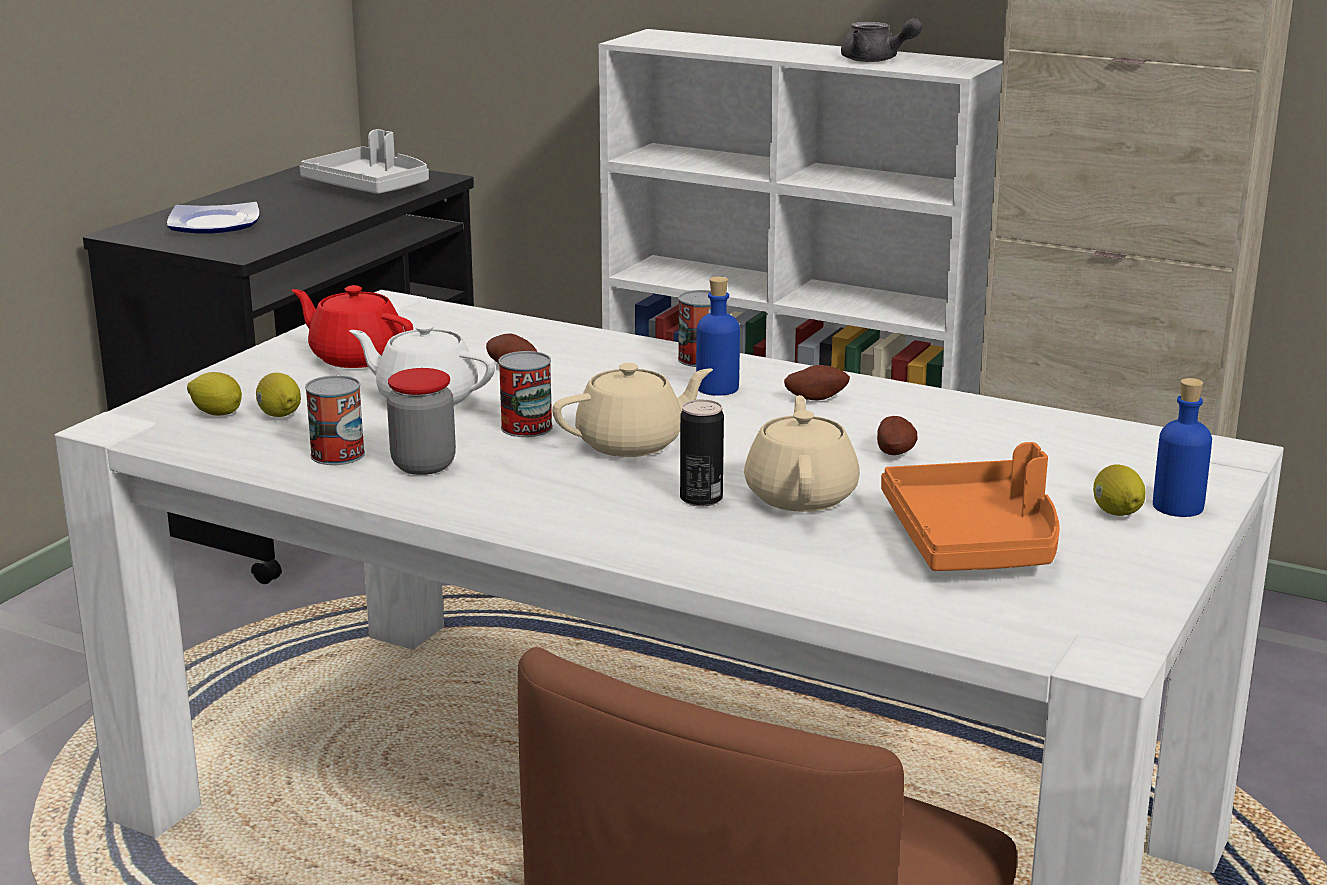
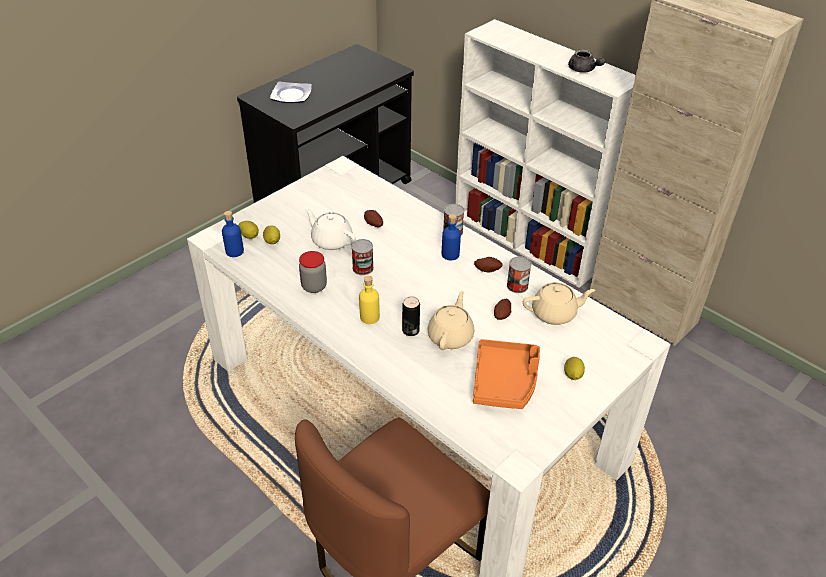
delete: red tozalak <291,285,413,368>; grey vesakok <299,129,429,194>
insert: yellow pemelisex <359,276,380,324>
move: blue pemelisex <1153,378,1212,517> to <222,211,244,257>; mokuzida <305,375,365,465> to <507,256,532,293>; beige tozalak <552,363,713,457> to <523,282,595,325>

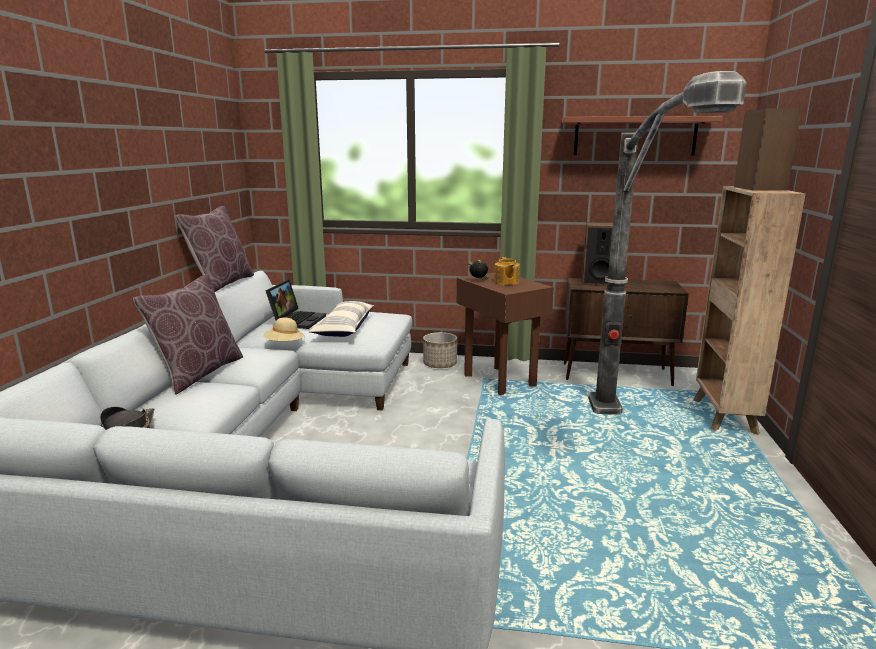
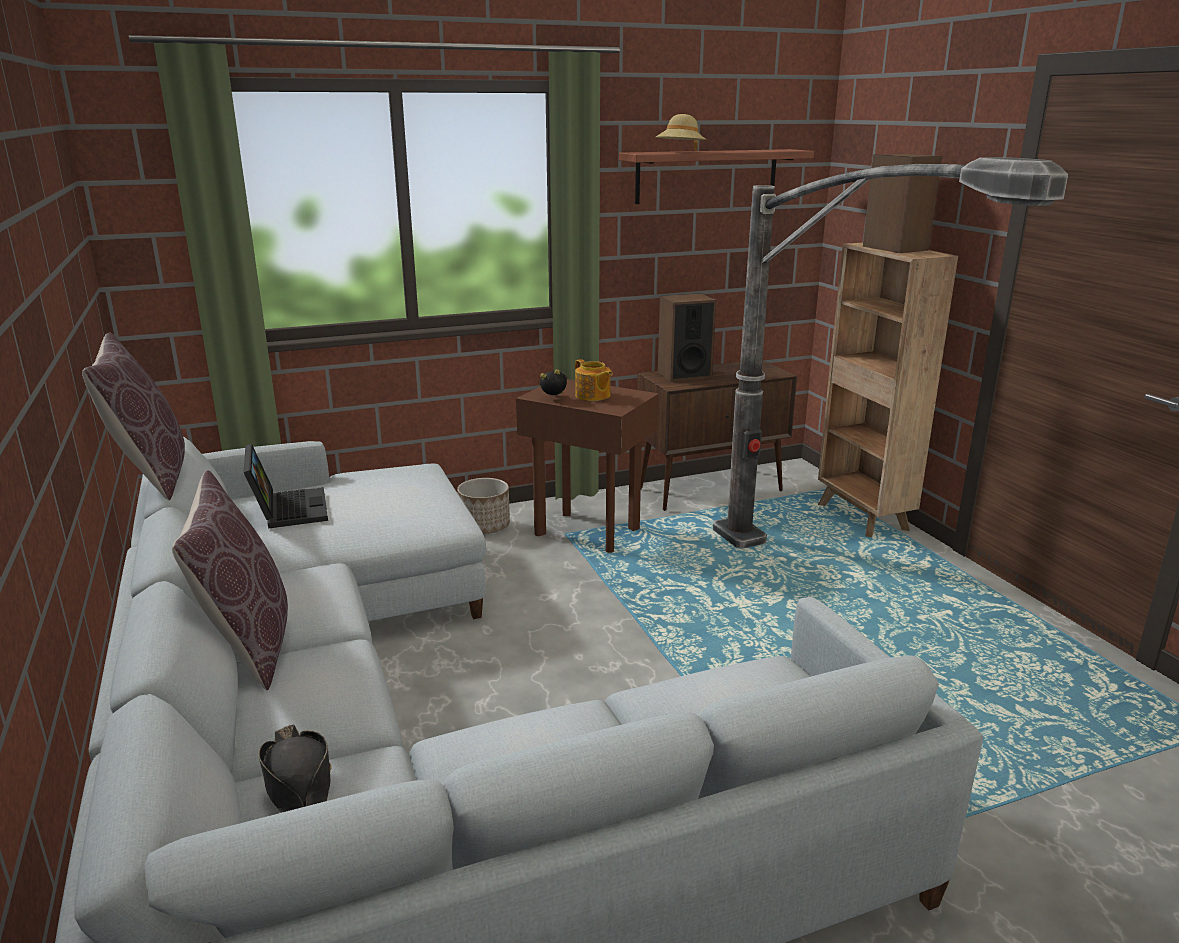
delete: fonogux <309,301,374,337>
move: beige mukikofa <263,317,305,342> to <656,114,707,151>

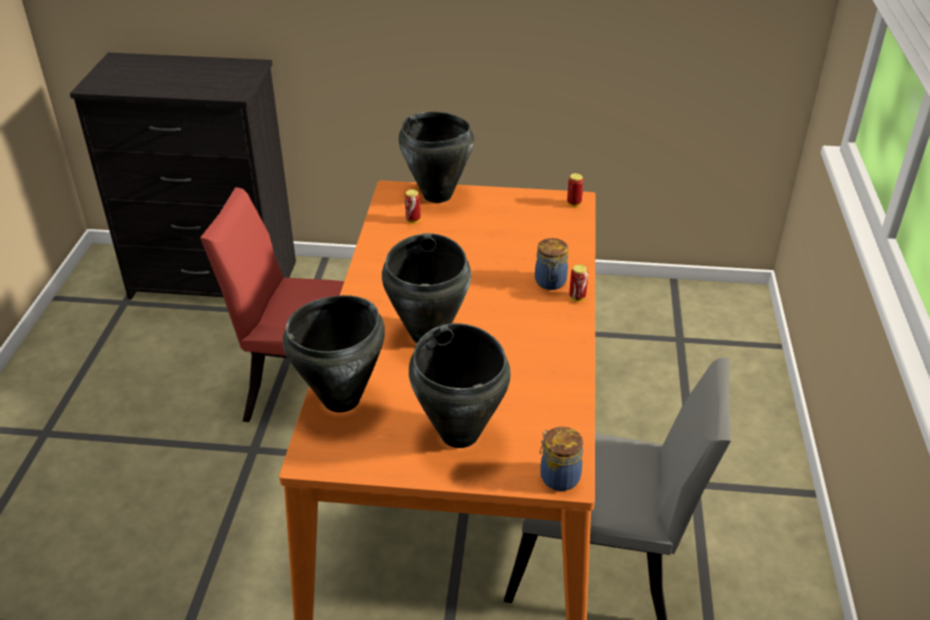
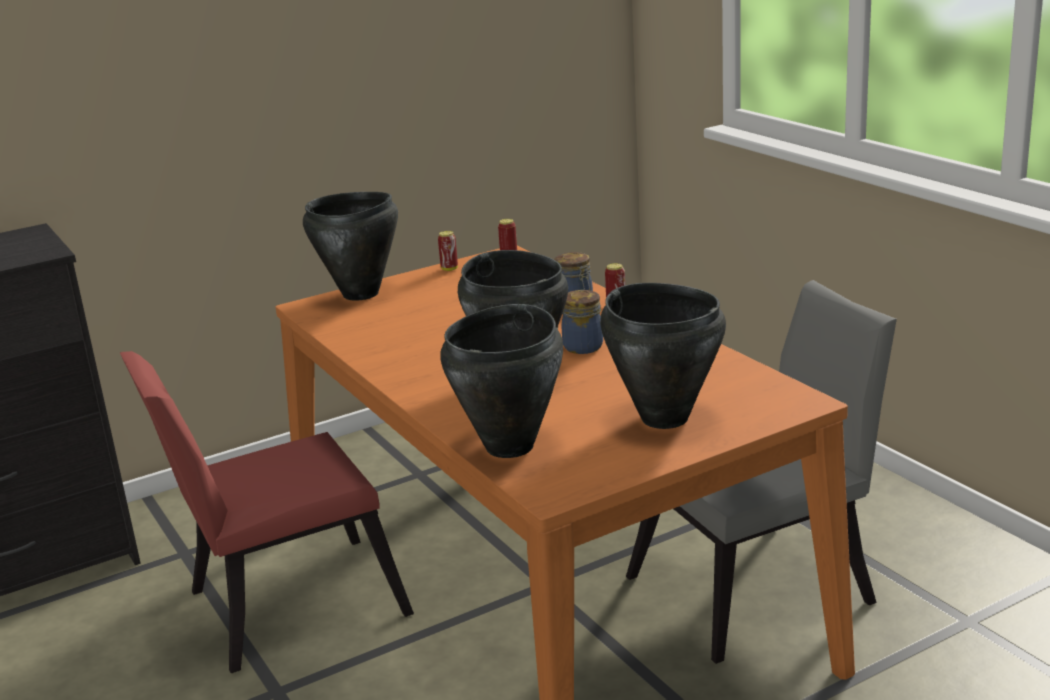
move: mokuzida <405,189,421,223> to <438,231,458,271>; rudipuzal <540,427,583,491> to <557,290,603,354>

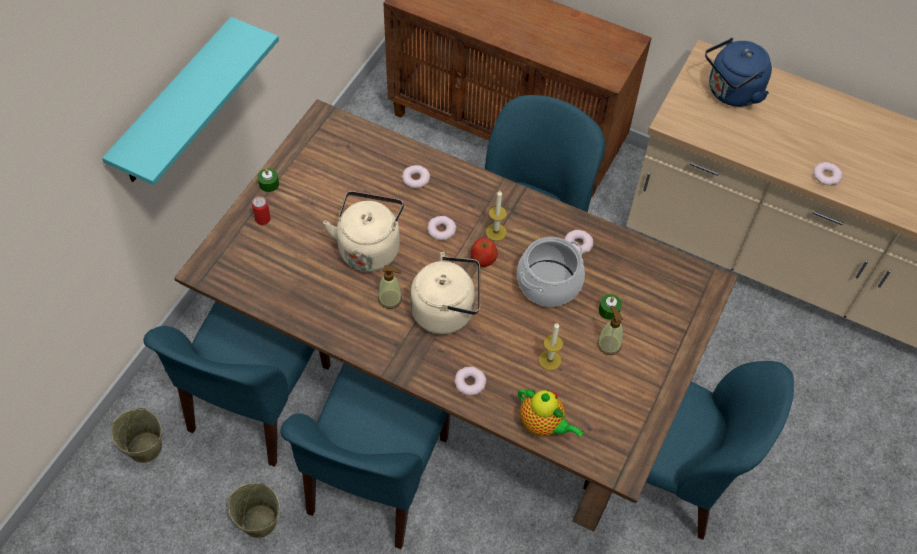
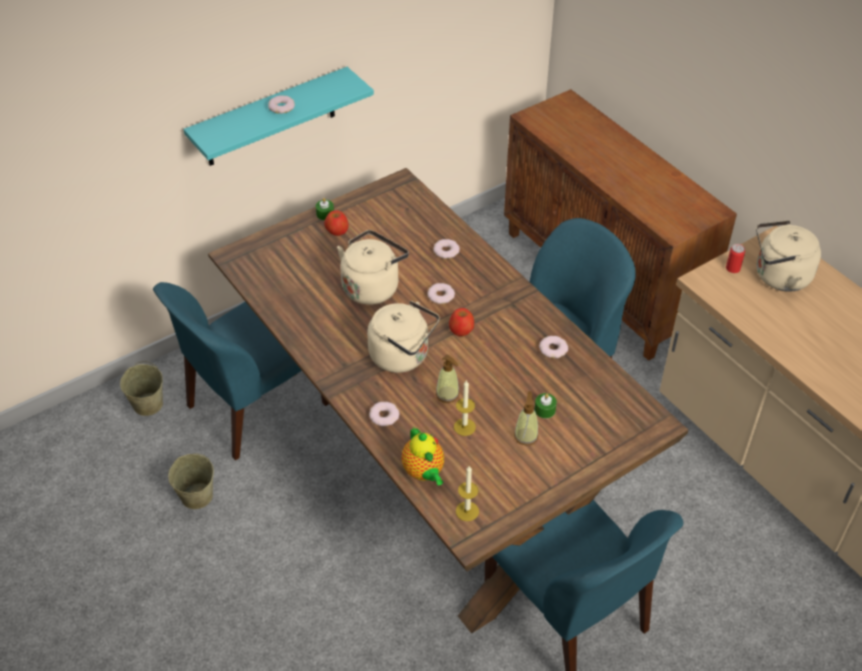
delete: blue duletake <280,363,450,549>; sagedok <517,237,585,307>
insert: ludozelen <324,211,349,236>
move: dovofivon <814,162,842,186> to <268,95,295,114>; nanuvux <378,265,402,309> to <436,355,459,403>; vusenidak <486,191,507,241> to <456,465,479,521>; mokuzida <252,196,271,225> to <726,244,745,273>
recolor: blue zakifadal <705,38,772,107> to beige zakifadal <756,220,821,292>

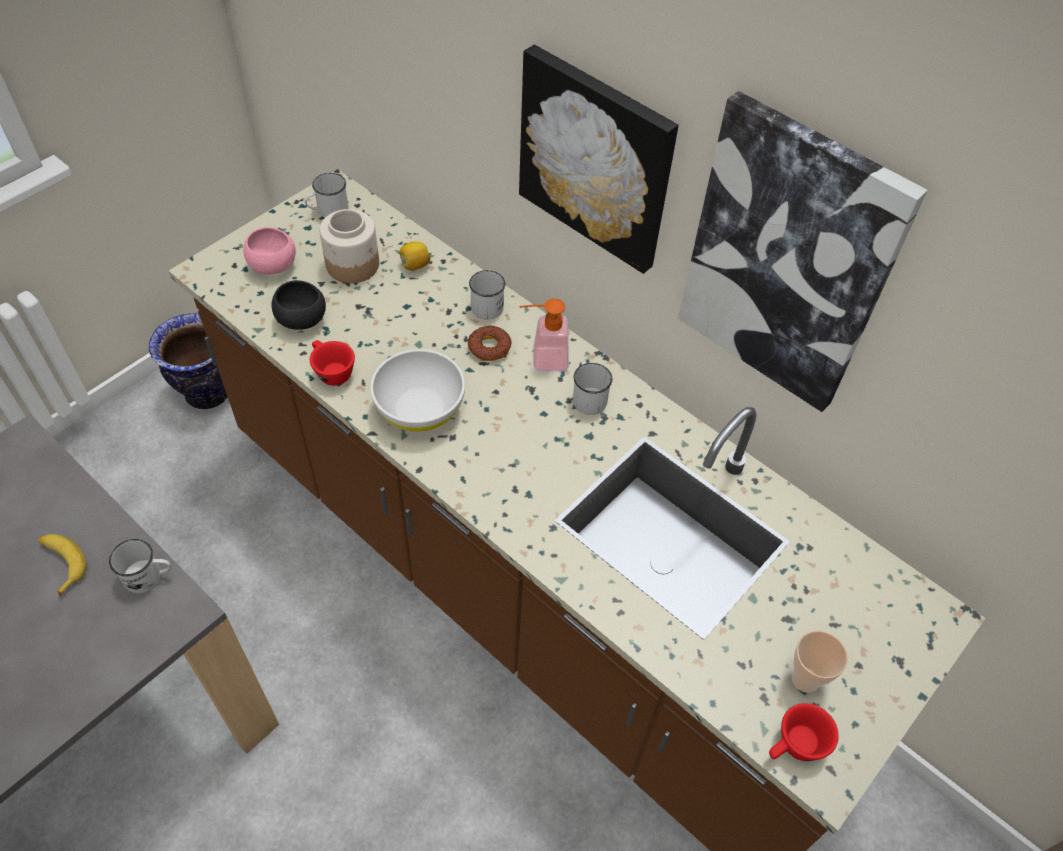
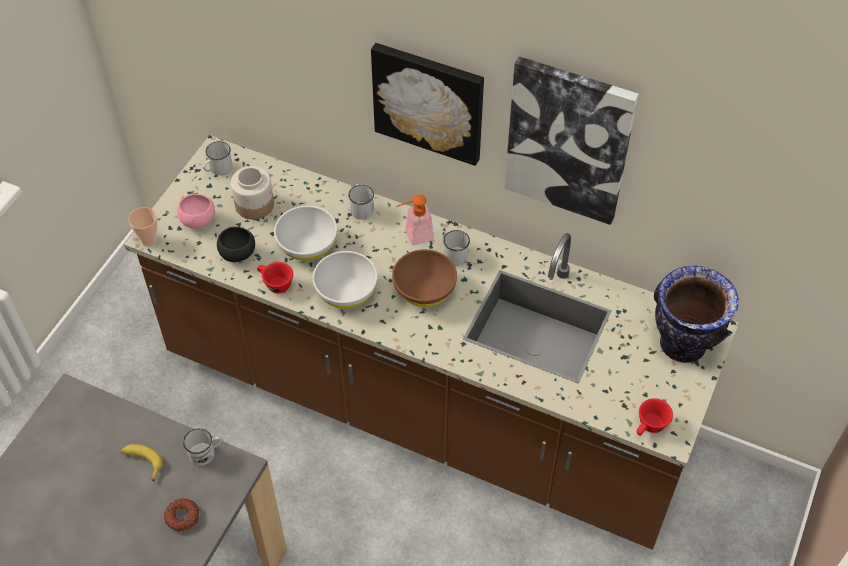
delete: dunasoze <399,241,431,270>
insert: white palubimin <274,206,337,261>; brown palubimin <392,249,457,307>
move: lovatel <792,631,848,693> to <128,207,157,246>; dovofivon <467,326,511,361> to <164,498,199,531>; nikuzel <149,313,227,409> to <654,265,739,363>

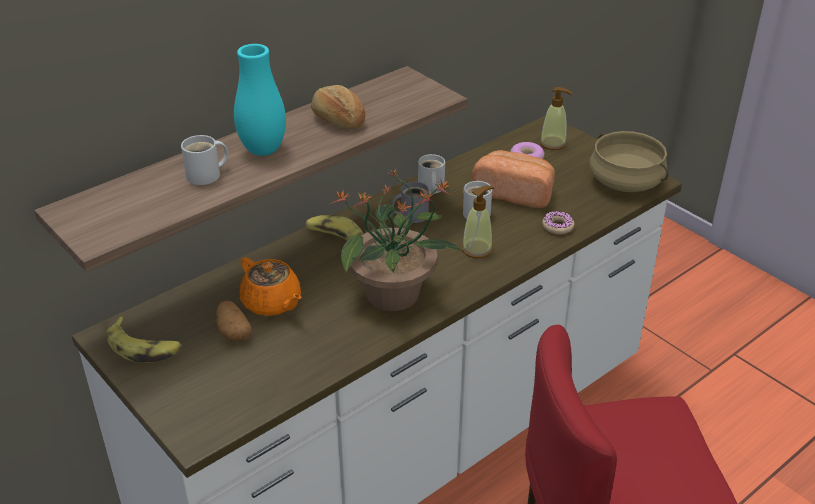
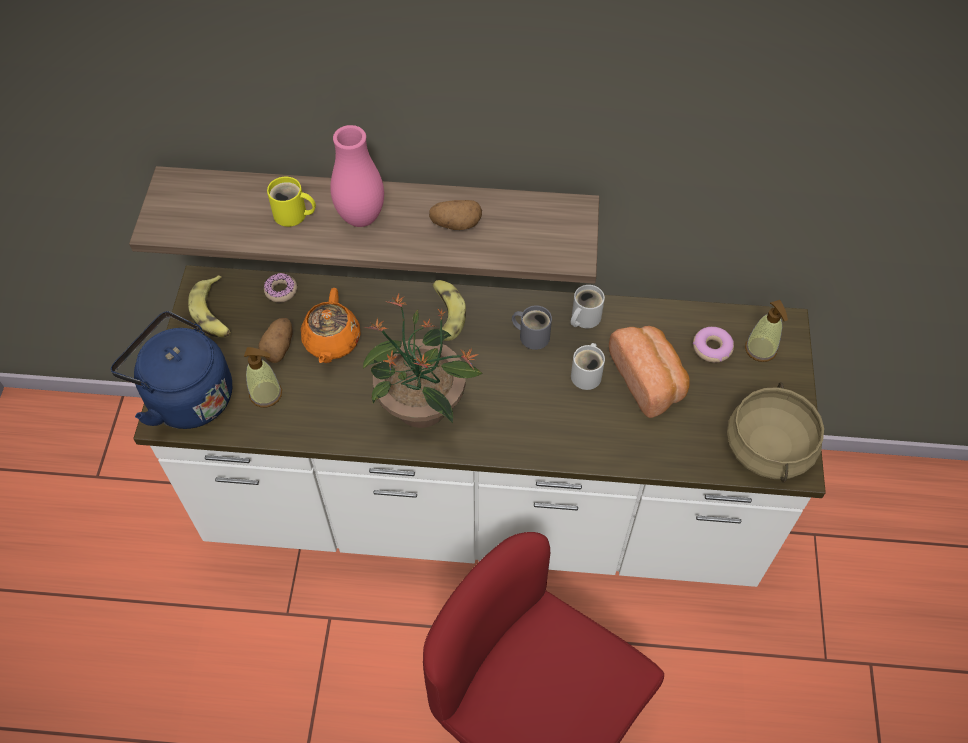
insert: blue zakifadal <111,311,232,429>
move: nanuvux <462,186,494,258> to <244,347,282,407>; dovofivon <542,211,574,234> to <264,273,297,302>
replace: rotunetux <311,85,365,129> to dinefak <429,200,482,230>
recolor: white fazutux <181,135,228,185> to yellow fazutux <267,177,316,227>; turquoise nikuzel <234,44,286,156> to pink nikuzel <330,125,384,227>

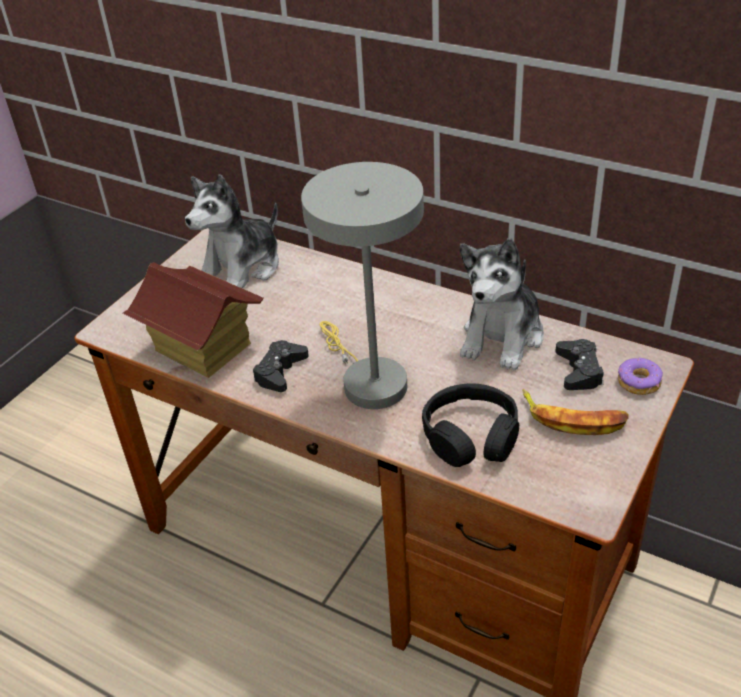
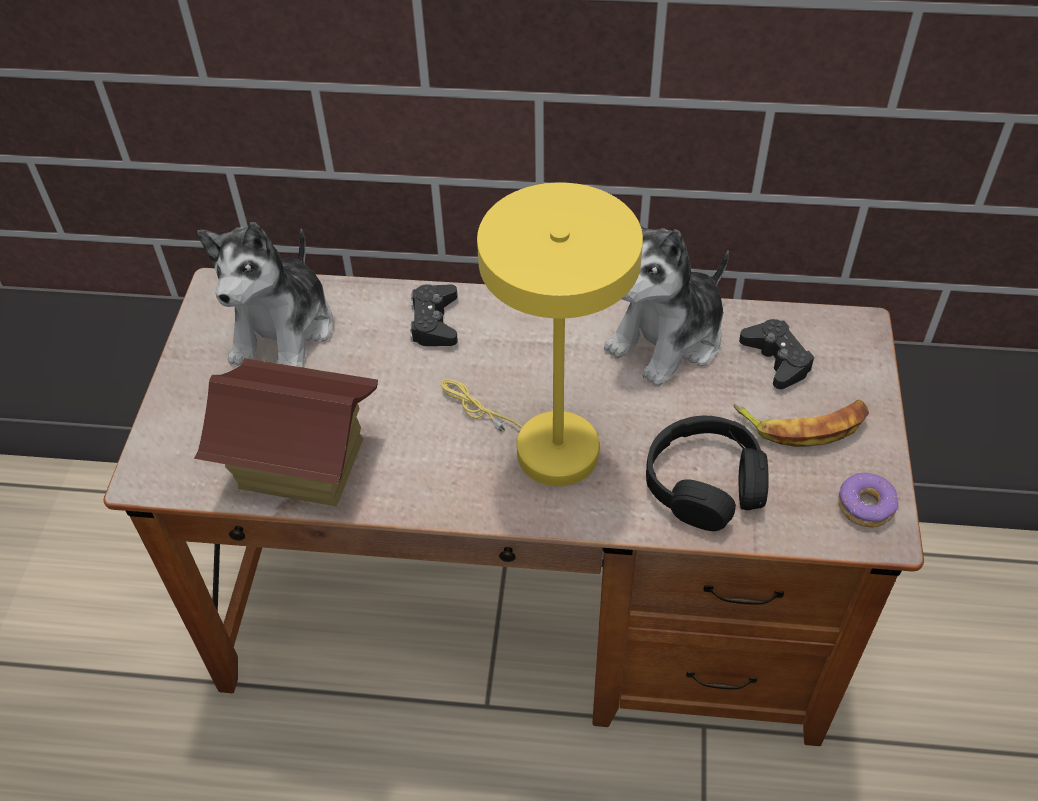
move: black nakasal <253,340,309,392> to <410,284,458,346>; dovofivon <618,358,663,395> to <838,473,898,527>
recolor: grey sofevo <301,162,424,409> to yellow sofevo <441,182,643,486>
rotate: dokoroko <460,238,544,371> = <604,225,729,387> 45 degrees clockwise

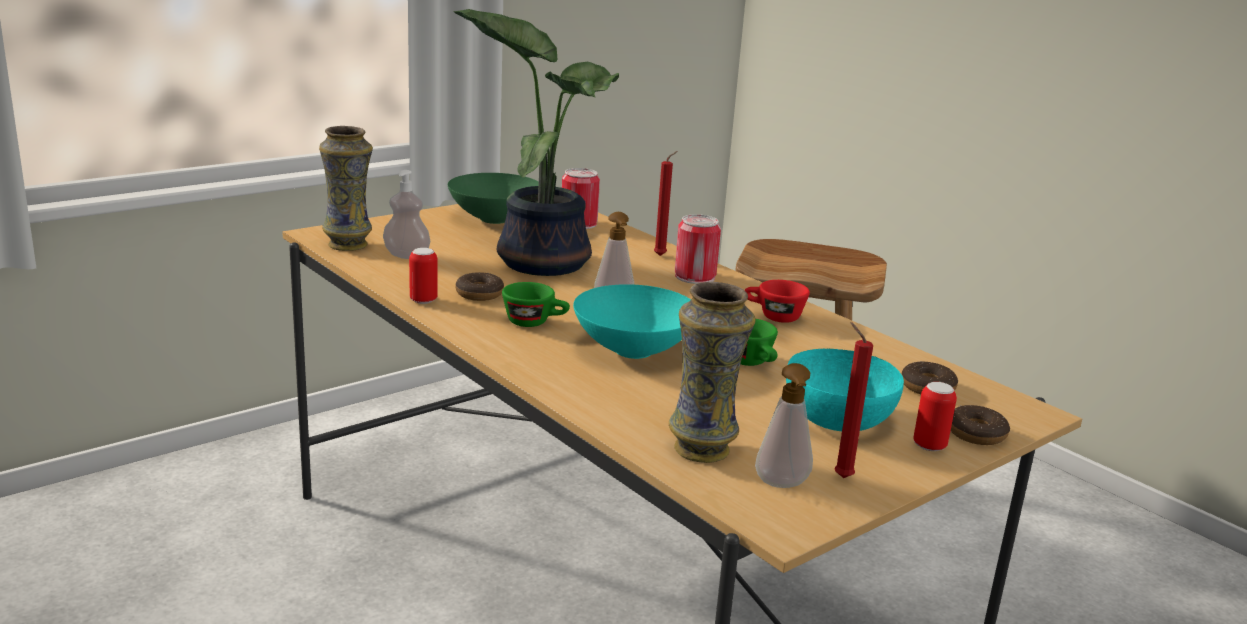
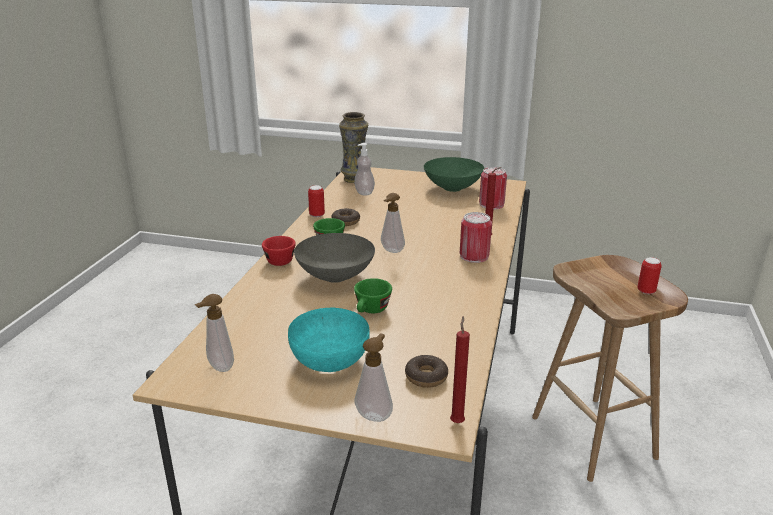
delete: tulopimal <453,9,619,276>; nikuzel <669,282,756,463>
move: red lovatel <745,280,810,323> to <262,236,296,266>; red vusenidak <834,322,873,478> to <450,316,470,423>; mokuzida <913,382,957,451> to <637,257,662,294>
replace: dovofivon <951,405,1010,445> to nanuvux <355,333,393,422>
recolor: turquoise palubimin <573,284,691,359> to grey palubimin <294,233,375,283>

